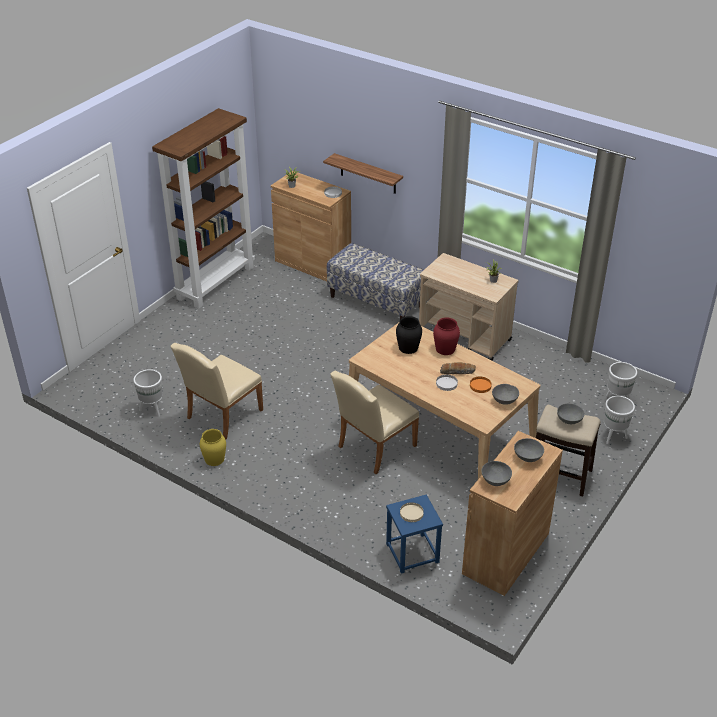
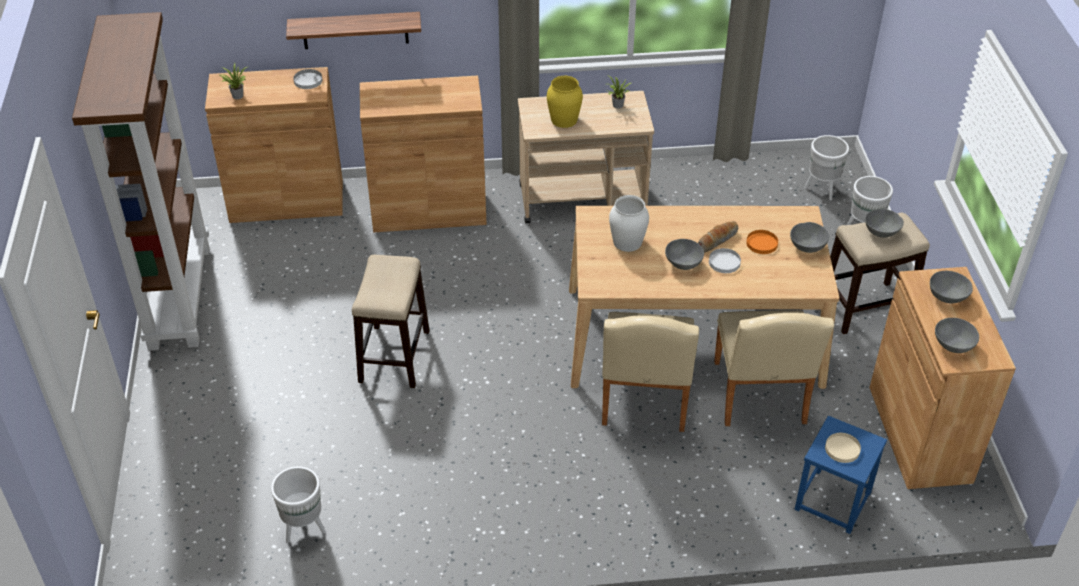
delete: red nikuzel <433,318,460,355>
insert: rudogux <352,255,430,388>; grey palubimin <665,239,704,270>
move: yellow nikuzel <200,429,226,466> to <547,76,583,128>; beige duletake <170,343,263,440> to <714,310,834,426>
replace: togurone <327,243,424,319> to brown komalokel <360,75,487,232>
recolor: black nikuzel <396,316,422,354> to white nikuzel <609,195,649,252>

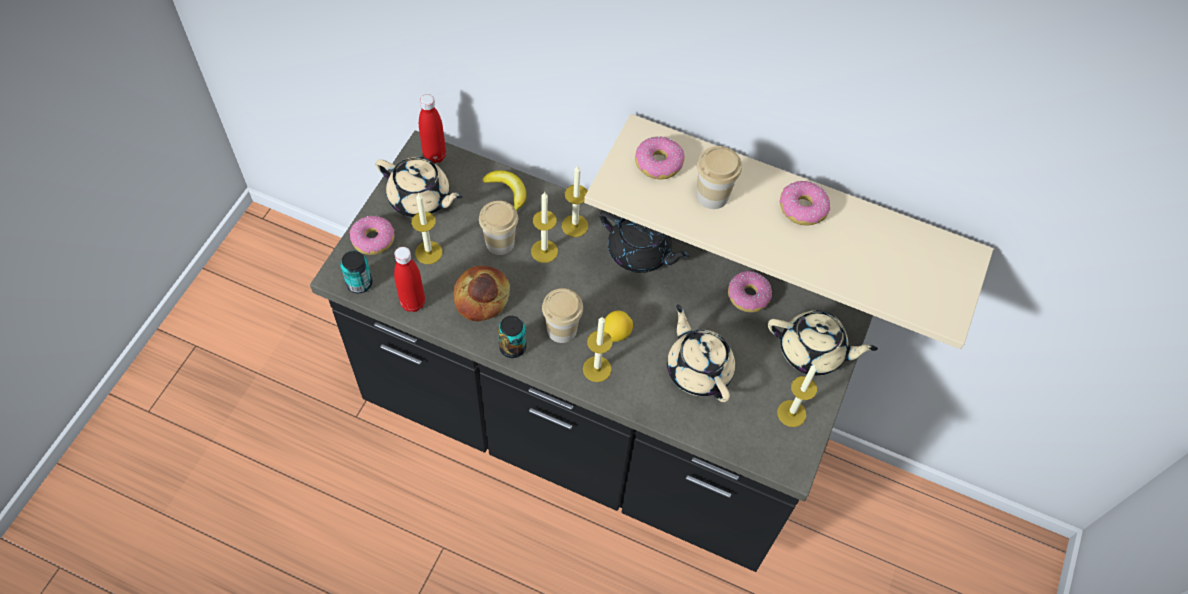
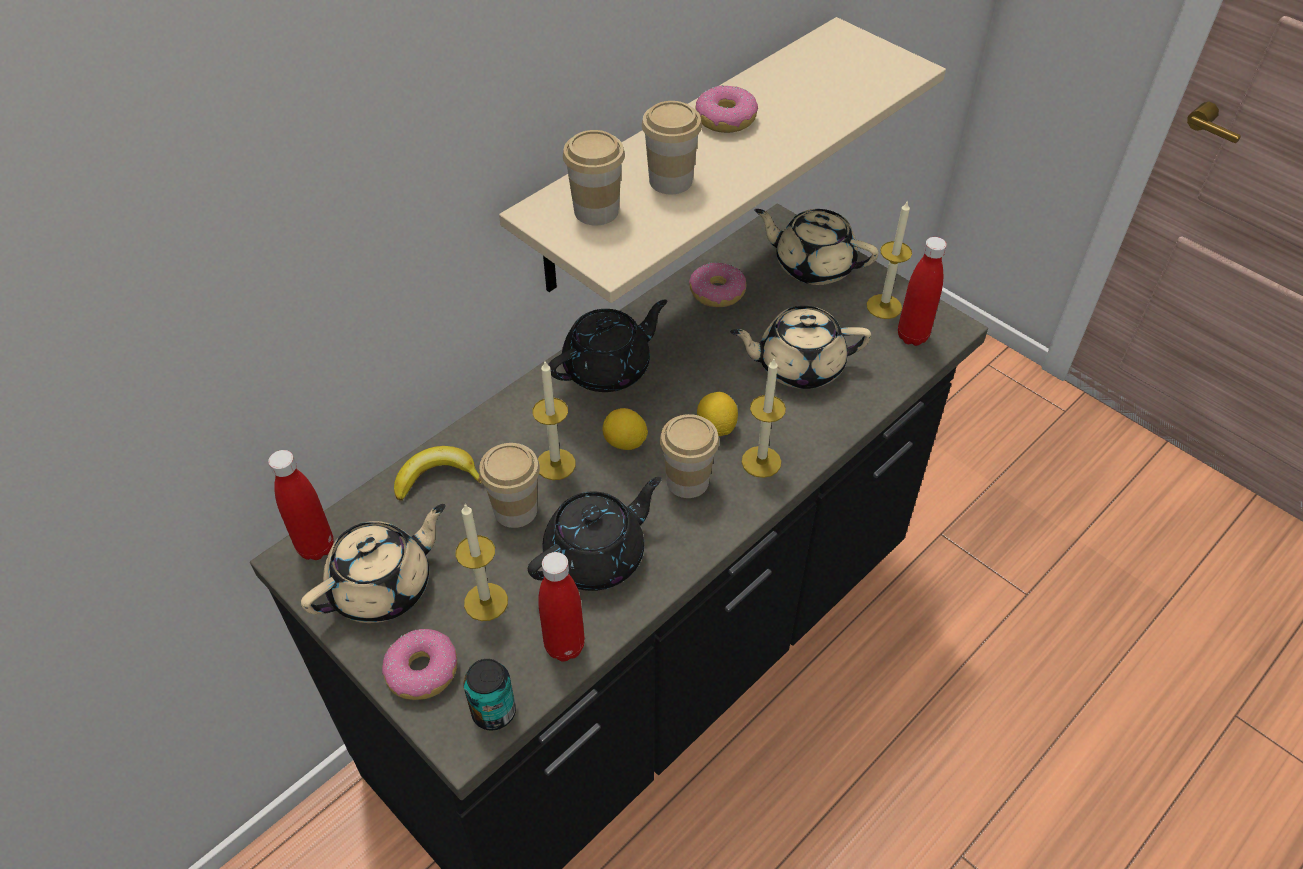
delete: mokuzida <498,316,526,358>; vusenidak <562,166,588,237>
insert: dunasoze <602,408,648,450>; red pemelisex <898,237,947,346>
replace: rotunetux <453,266,510,322> to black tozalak <528,477,662,591>; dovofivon <635,137,685,179> to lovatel <563,130,625,226>
rotate: beige tozalak <768,310,878,376> = <754,209,879,285> 105 degrees counterclockwise

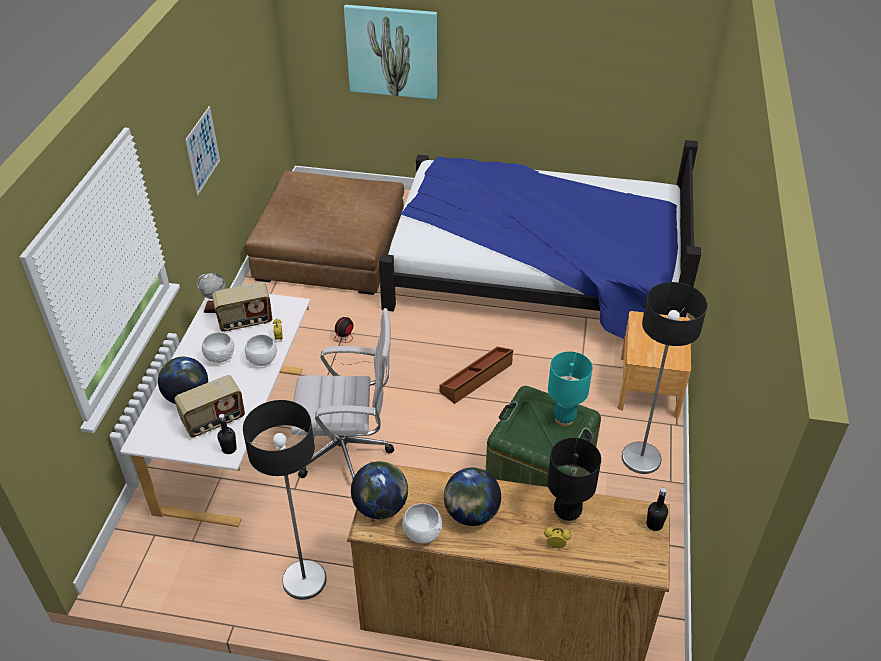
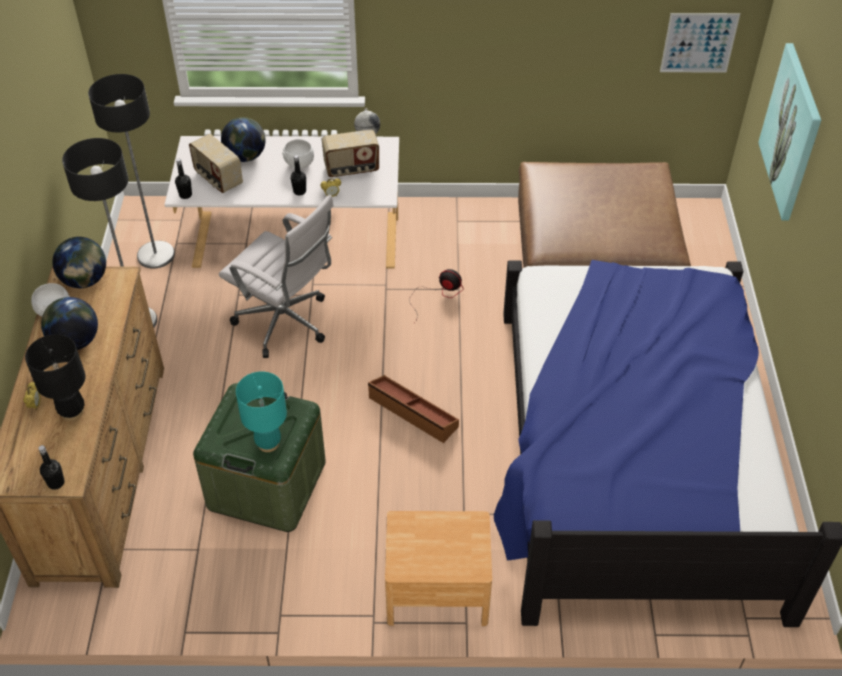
move: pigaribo <622,282,707,474> to <88,74,175,269>; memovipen <185,106,220,195> to <660,13,740,72>
replace: white palubimin <245,335,277,366> to black pemelisex <291,155,306,195>
rotate: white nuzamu <291,308,394,479> = <219,195,334,358> 45 degrees counterclockwise; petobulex <212,282,272,332> = <322,129,379,177> 75 degrees counterclockwise

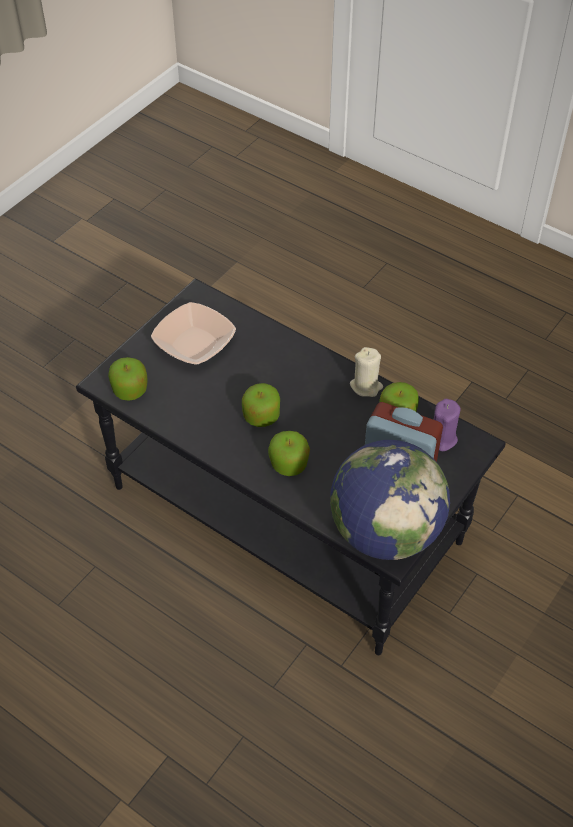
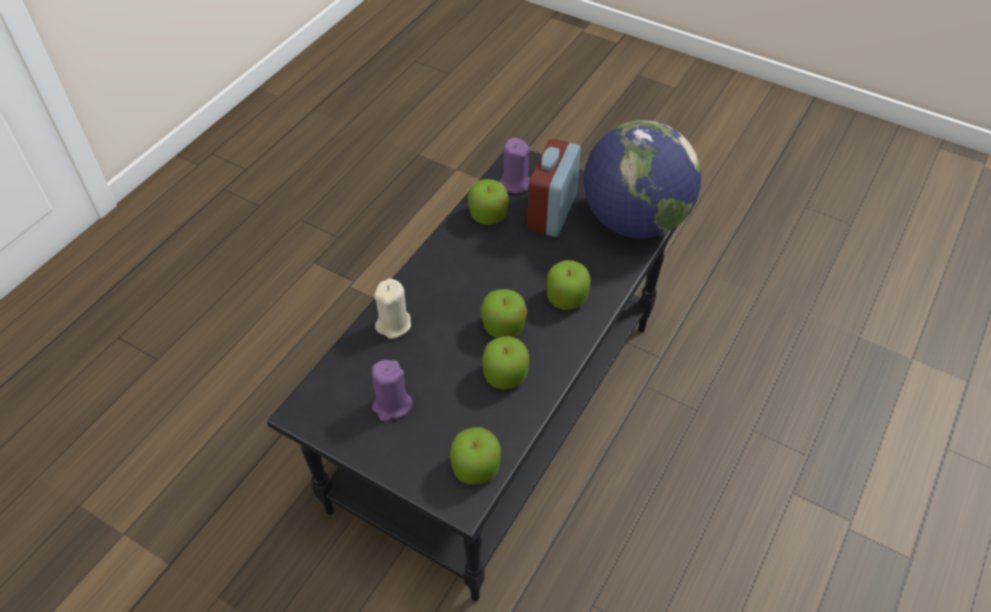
insert: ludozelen <483,336,529,389>
move: beige vusenidak <350,347,383,397> to <374,279,411,339>
replace: palubimin <151,302,236,365> to purple vusenidak <372,360,413,422>

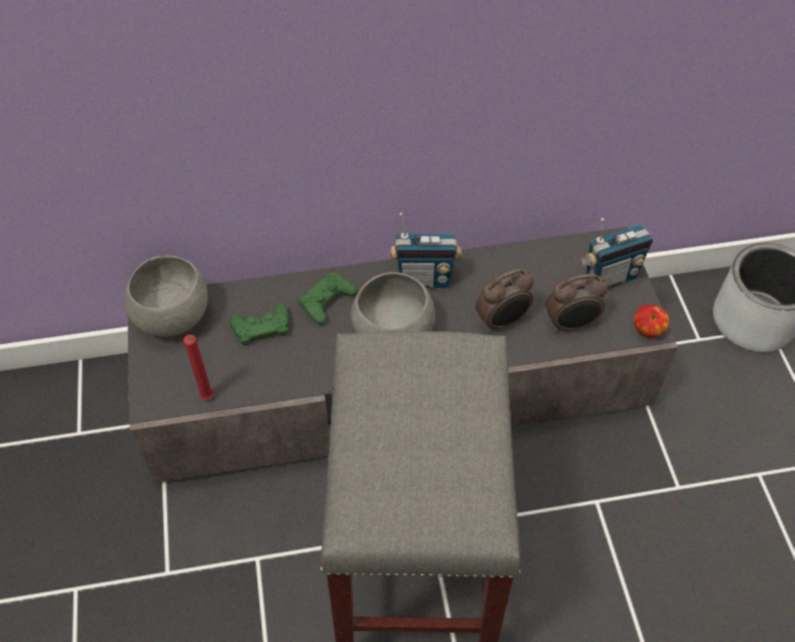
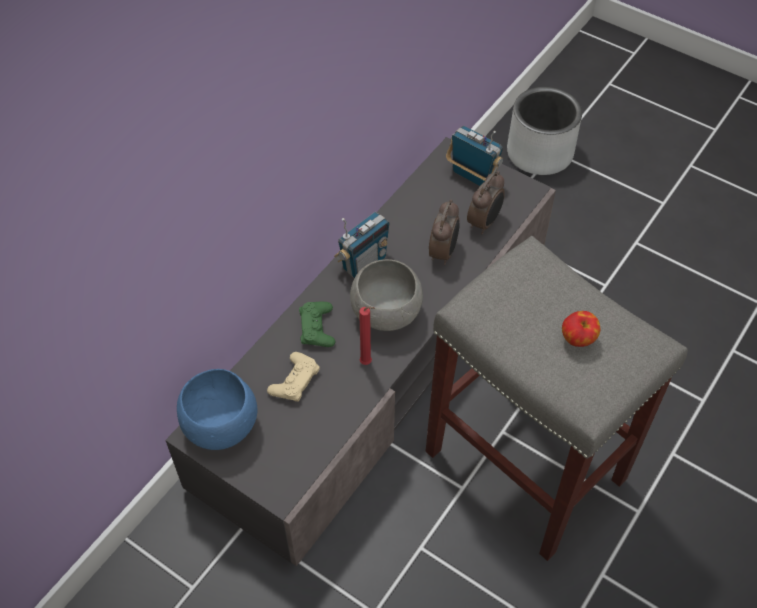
move: red vusenidak <184,335,214,400> to <359,306,375,365>; ludozelen <634,305,669,338> to <562,311,600,347>
recolor: grey palubimin <124,256,208,337> to blue palubimin <177,369,257,450>; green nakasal <229,304,289,345> to beige nakasal <267,352,320,402>
rotate: petobulex <580,218,653,288> = <446,126,503,186> 75 degrees counterclockwise

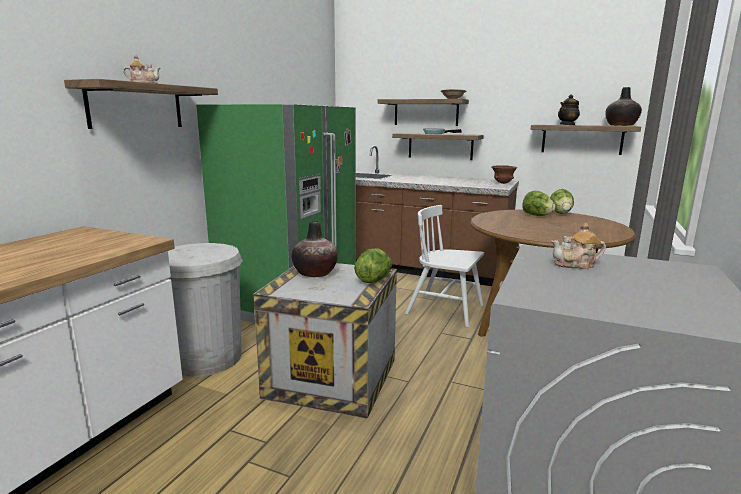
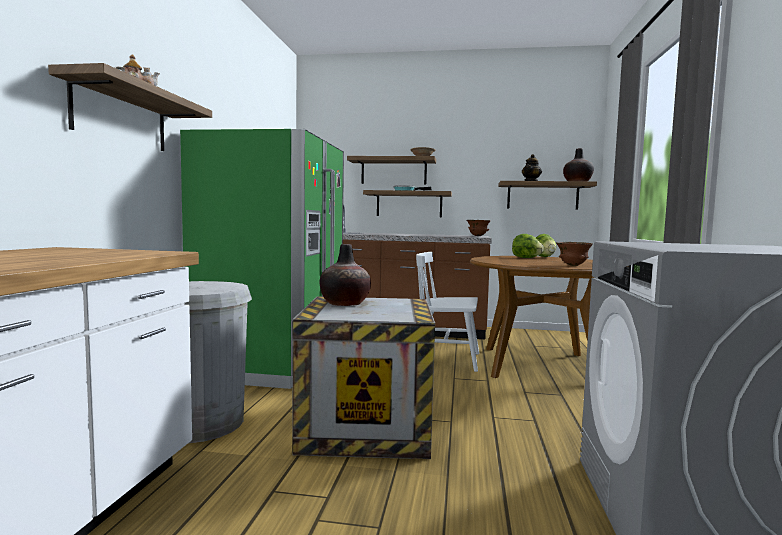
delete: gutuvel <354,248,392,283>; tozalak <551,223,606,269>
insert: brown palubimin <556,242,593,266>

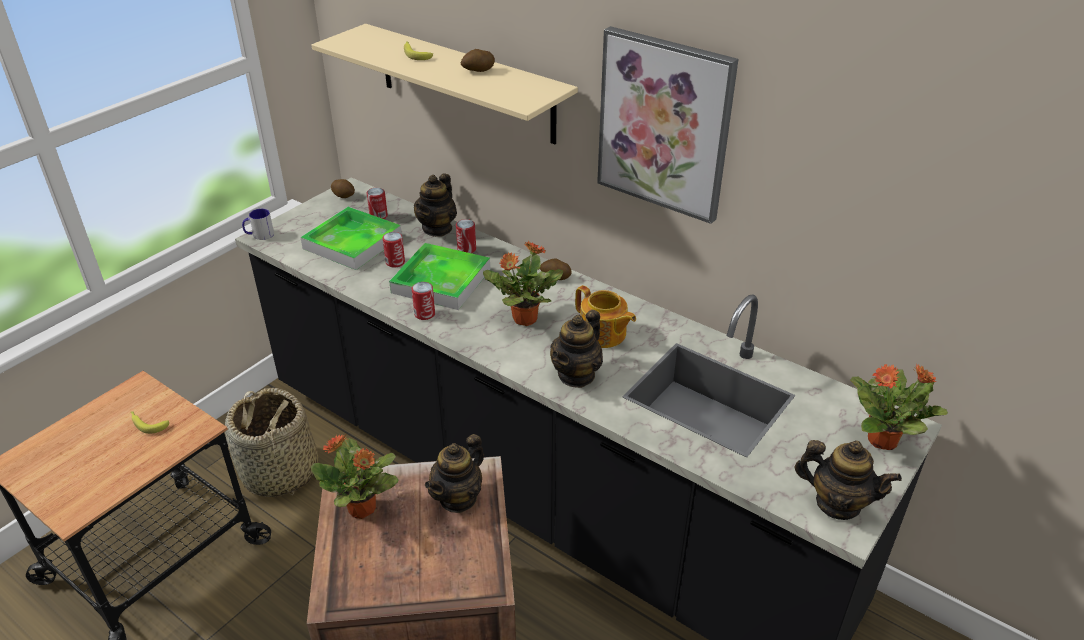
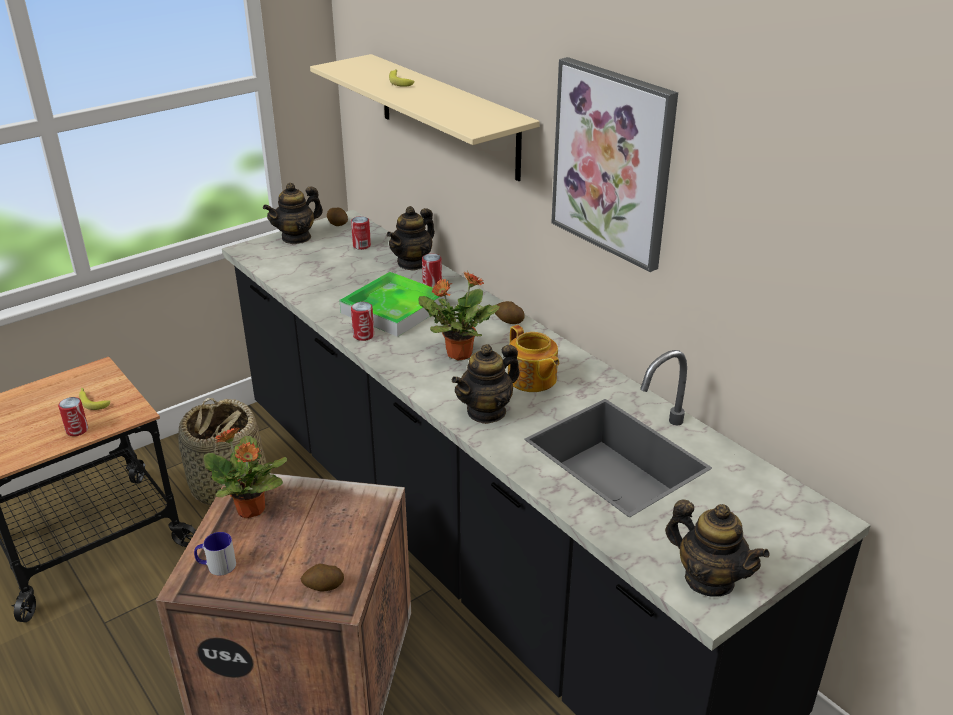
delete: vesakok <300,207,402,270>; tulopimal <850,364,948,450>
move: mokuzida <383,232,405,267> to <58,397,88,436>; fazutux <242,209,274,240> to <194,532,236,576>; tozalak <425,434,484,513> to <263,183,323,244>; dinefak <461,49,495,72> to <301,564,344,592>

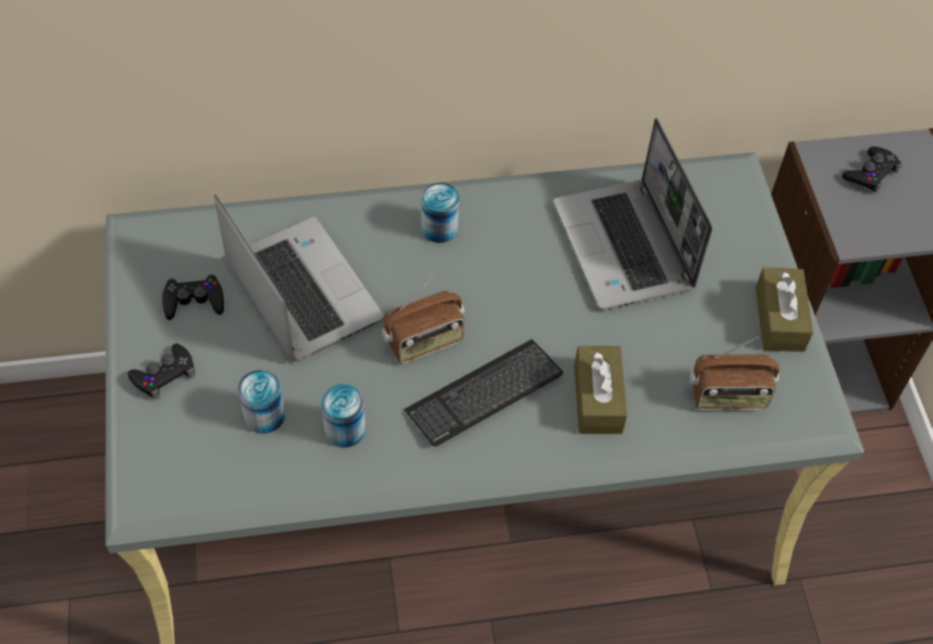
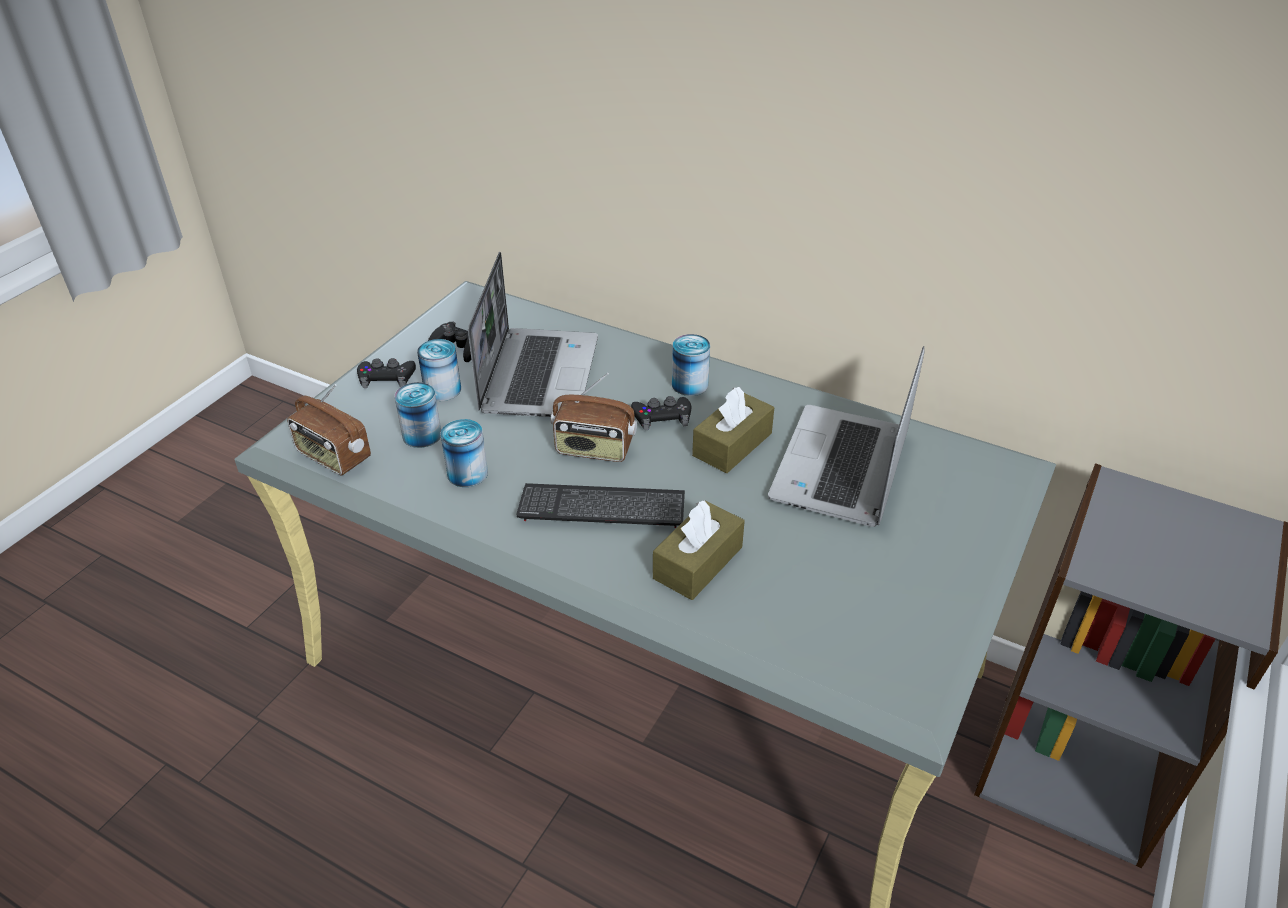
insert: mokuzida <417,339,461,401>
move: petobulex <690,336,779,410> to <287,384,371,476>; black nakasal <842,147,902,193> to <631,396,691,430>; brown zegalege <756,268,813,352> to <692,387,774,473>

